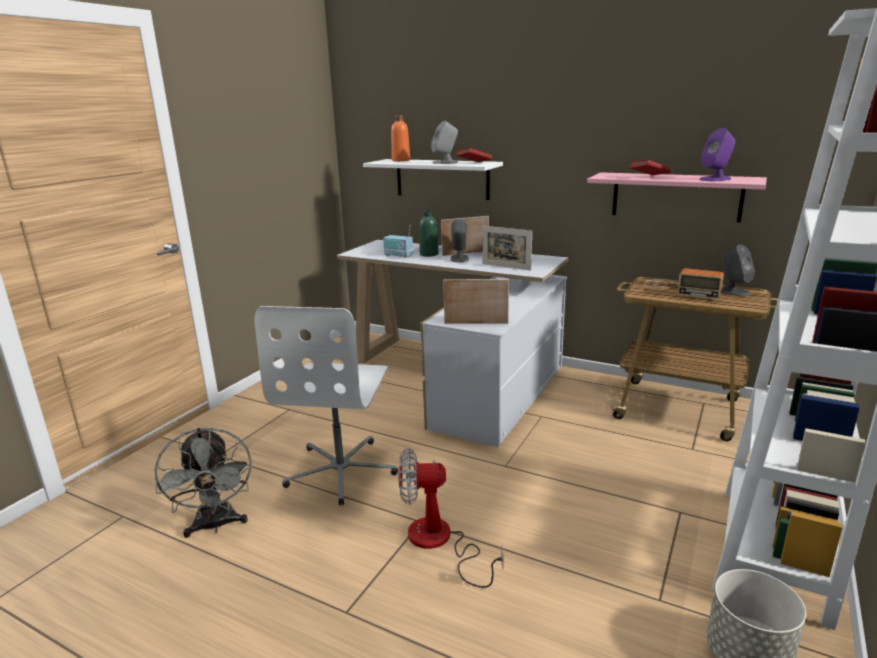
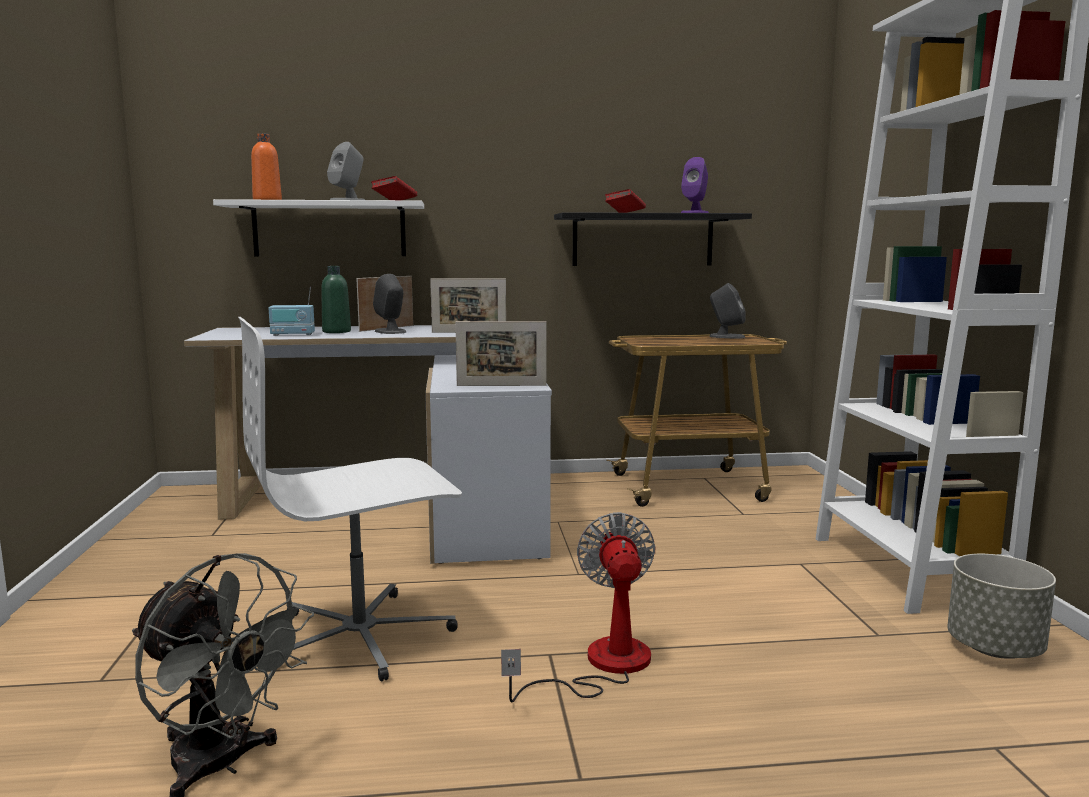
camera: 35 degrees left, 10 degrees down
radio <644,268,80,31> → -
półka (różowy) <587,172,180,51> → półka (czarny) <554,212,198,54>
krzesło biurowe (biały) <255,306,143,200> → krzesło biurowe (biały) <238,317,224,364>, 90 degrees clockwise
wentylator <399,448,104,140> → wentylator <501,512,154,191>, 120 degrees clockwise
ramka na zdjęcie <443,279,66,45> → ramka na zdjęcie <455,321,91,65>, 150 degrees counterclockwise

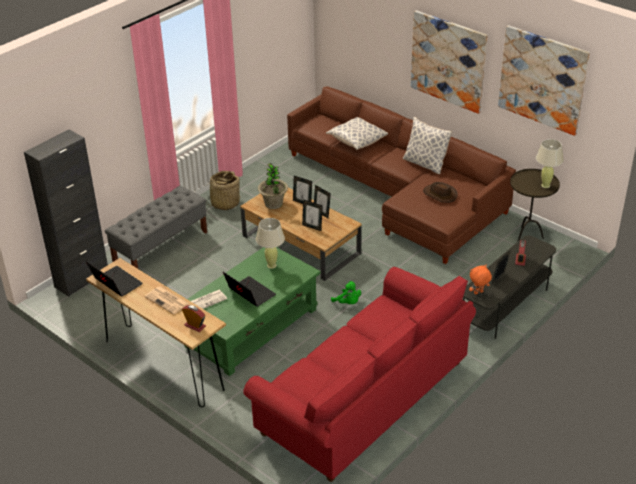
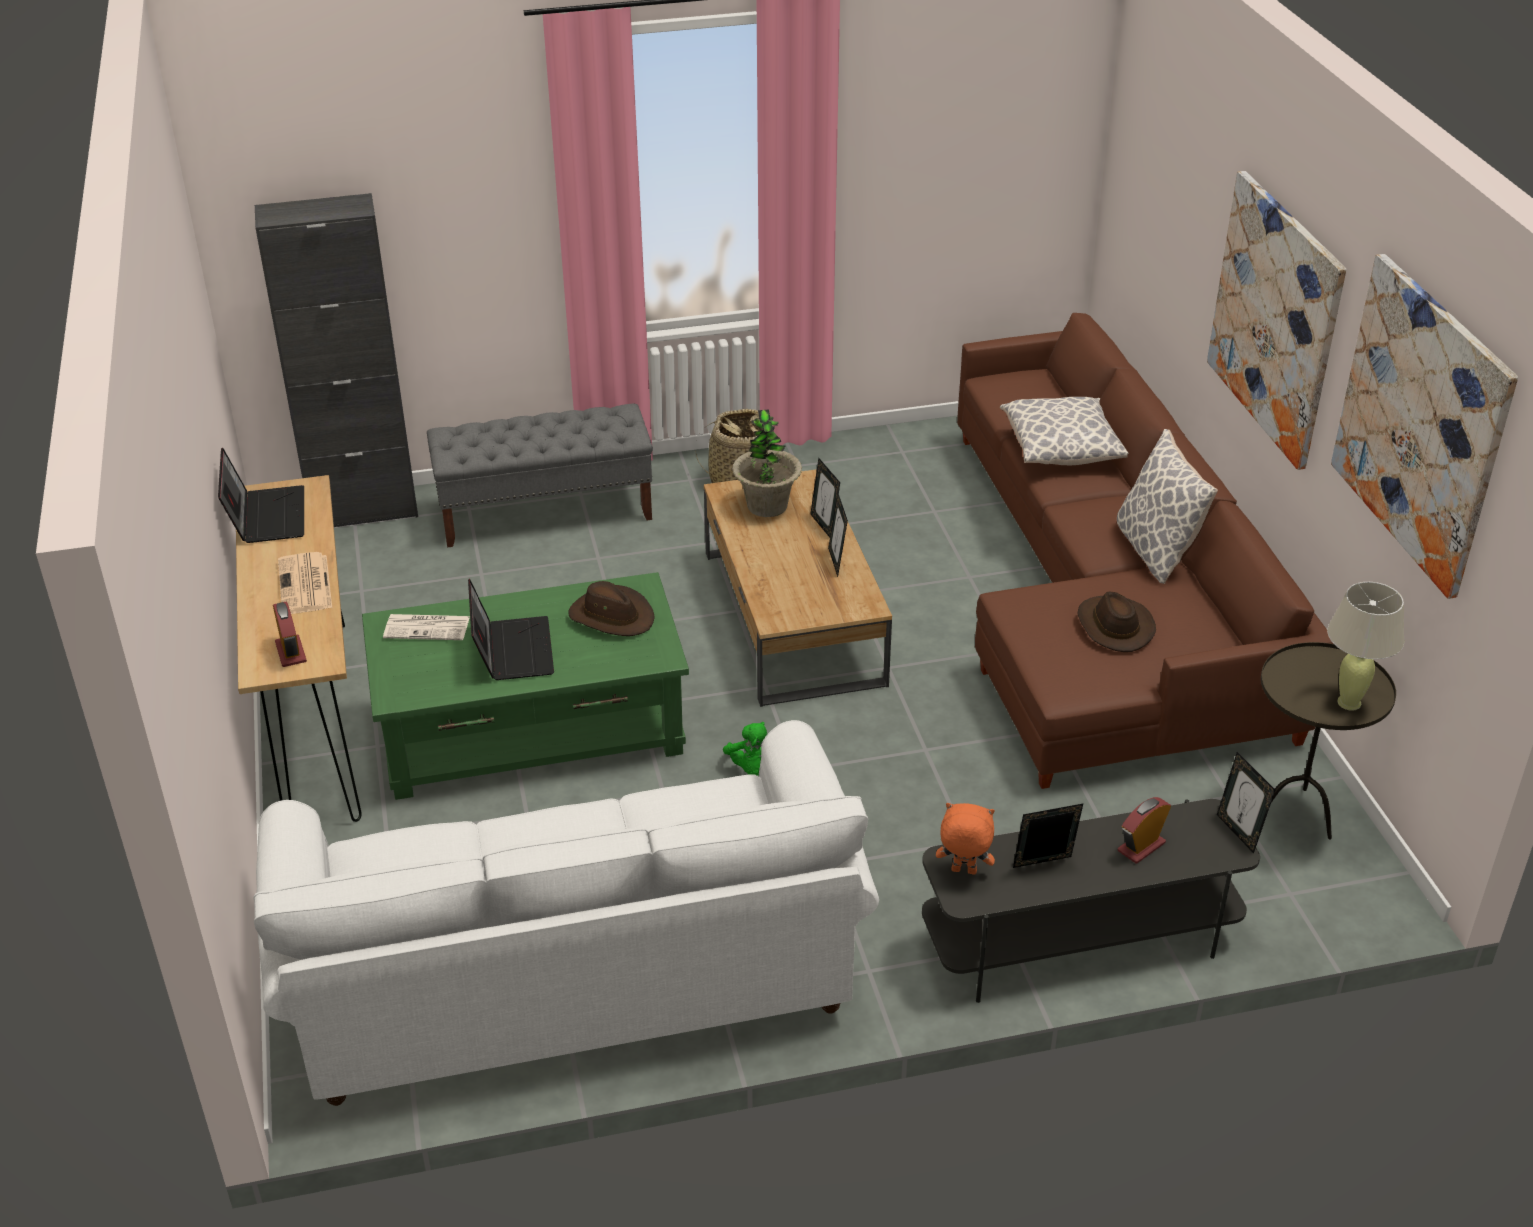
camera: 35 degrees right, 0 degrees up
ramka na zdjęcie <302,199,21,32> → ramka na zdjęcie <1217,752,58,101>, relocated
lampa stołowa (beżowy) <256,218,29,51> → kapelusz (brązowy) <568,581,87,55>
kanapa (czerwony) <243,267,233,215> → kanapa (biały) <253,720,626,386>

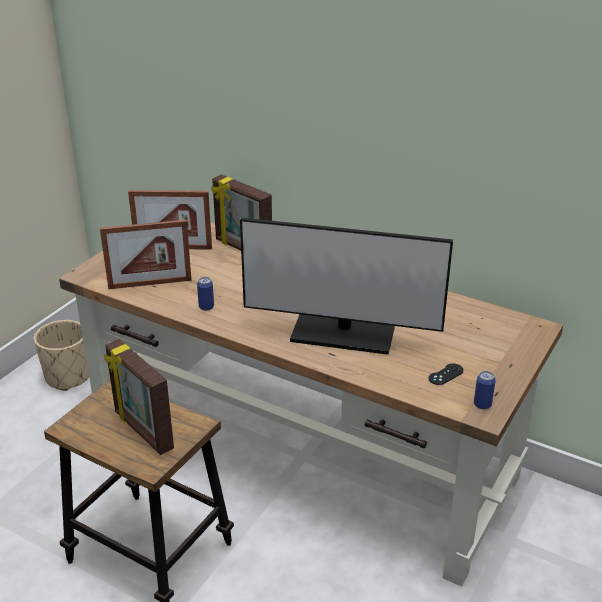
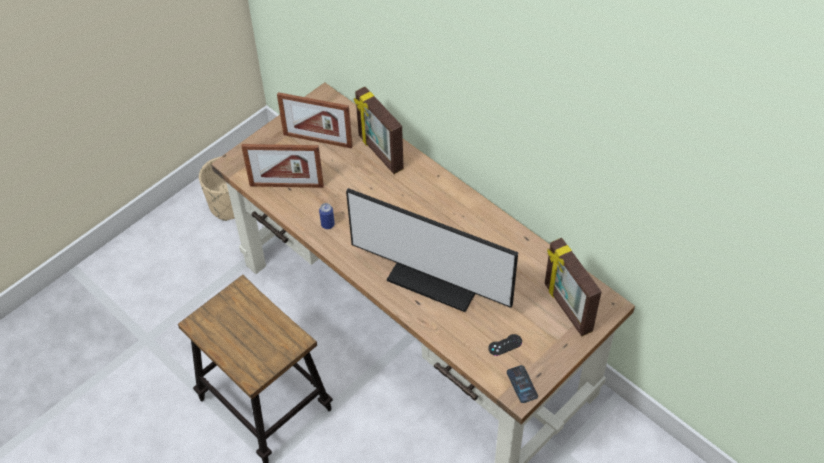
camera: 15 degrees right, 20 degrees up
ramka na zdjęcie <104,339,70,116> → ramka na zdjęcie <545,238,57,98>, relocated
puszka <474,371,22,39> → telefon <507,365,31,38>

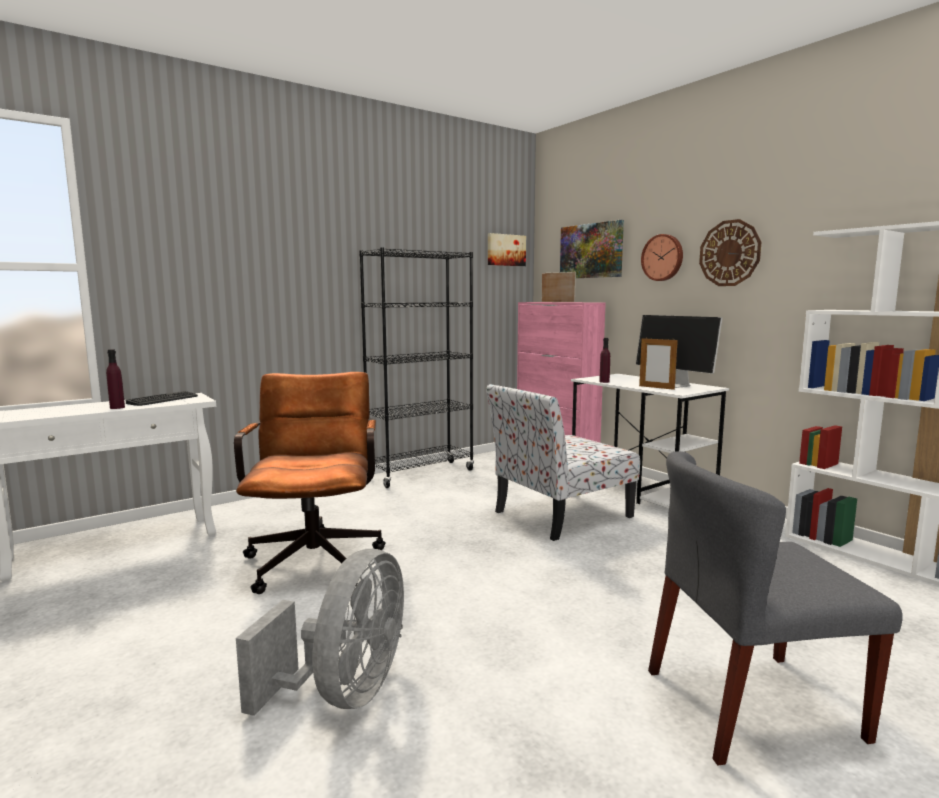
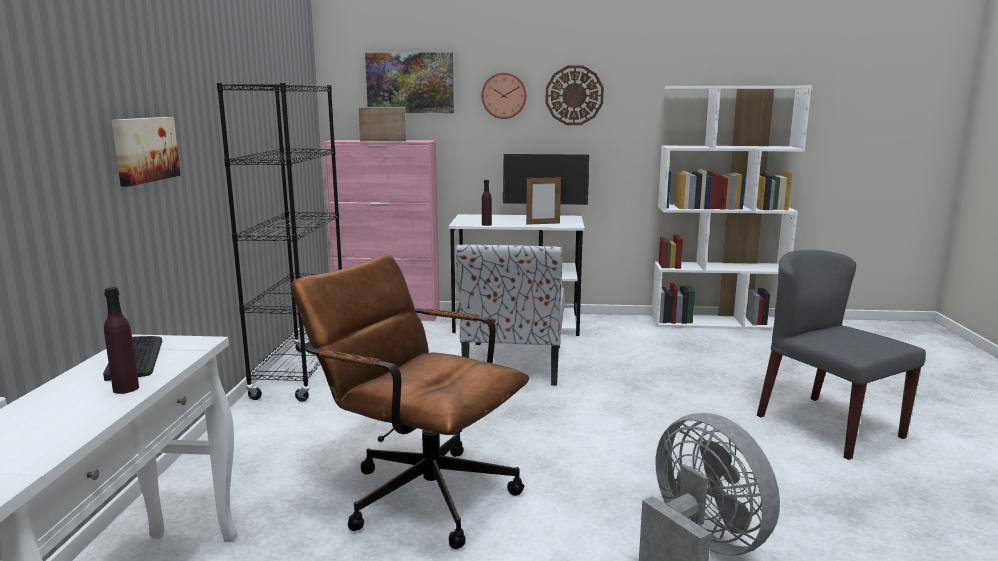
camera: 50 degrees left, 5 degrees up
obraz <488,233,38,33> → obraz <111,117,69,69>, relocated
krzesło (szary) <648,451,254,315> → krzesło (szary) <757,250,169,210>, 120 degrees clockwise

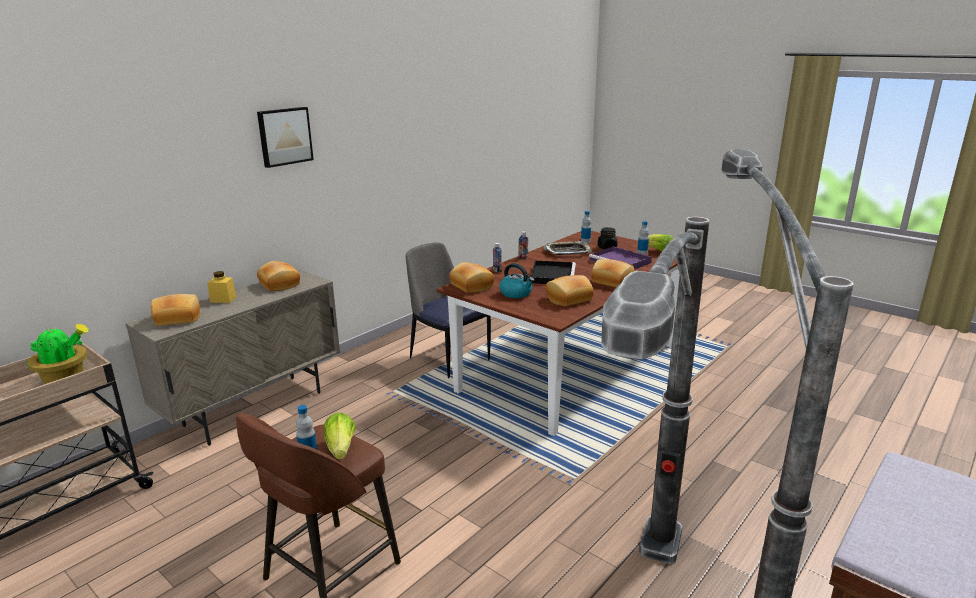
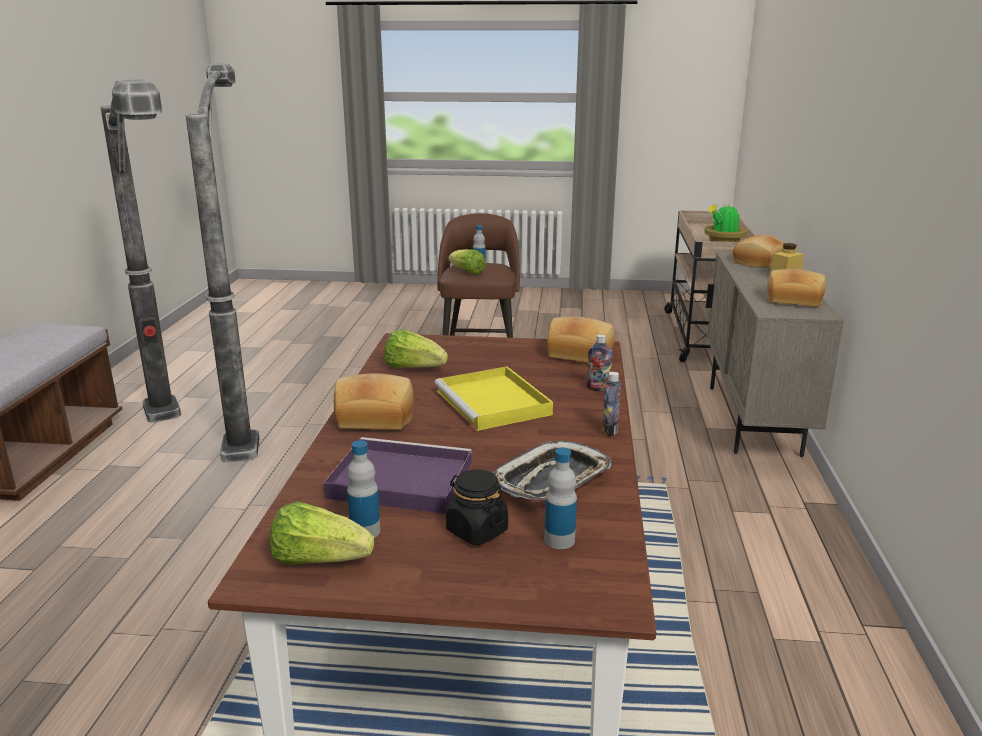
camera: 145 degrees right, 0 degrees up
obraz <257,107,57,61> → -
krzesło <406,243,85,135> → -
czajnik <499,263,35,35> → -
chleb <546,275,48,31> → sałata <384,329,64,39>
taca (czarny) <530,260,46,25> → taca (żółty) <434,366,119,65>

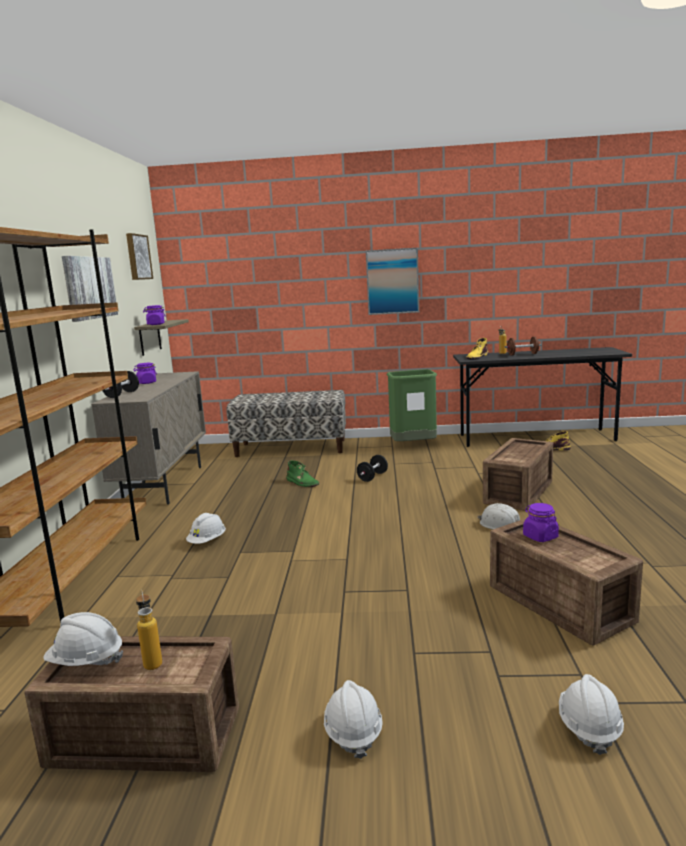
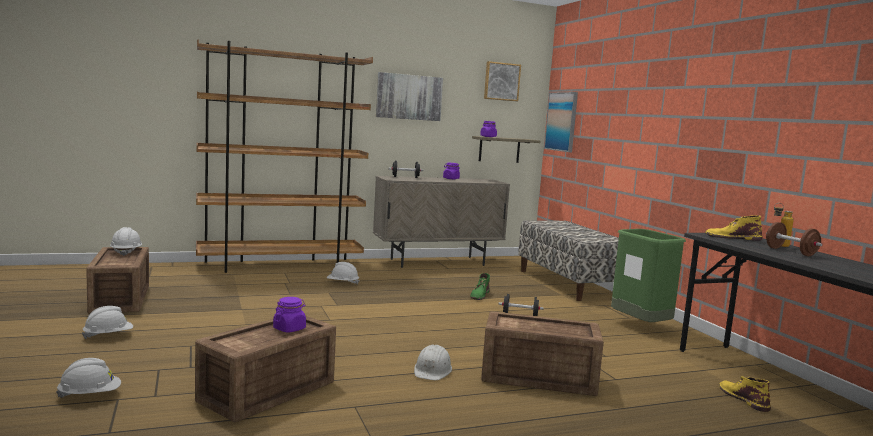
camera: 65 degrees right, 5 degrees down
butelka <136,590,26,80> → -
obraz <366,248,53,67> → obraz <544,92,34,60>, relocated

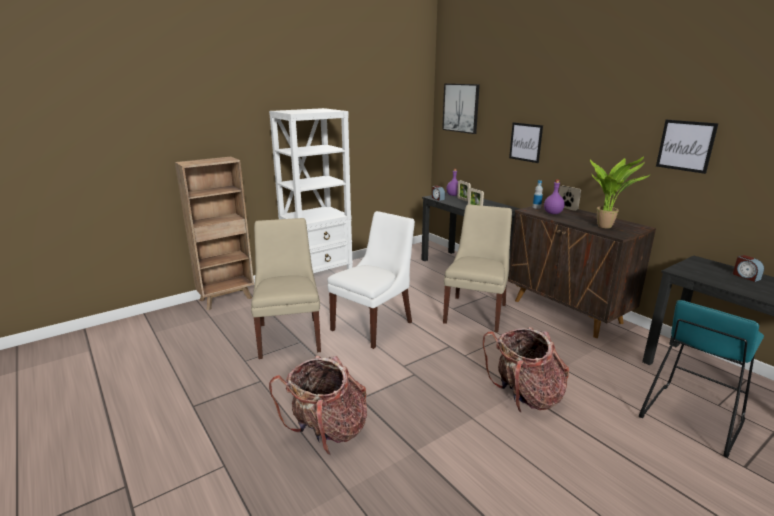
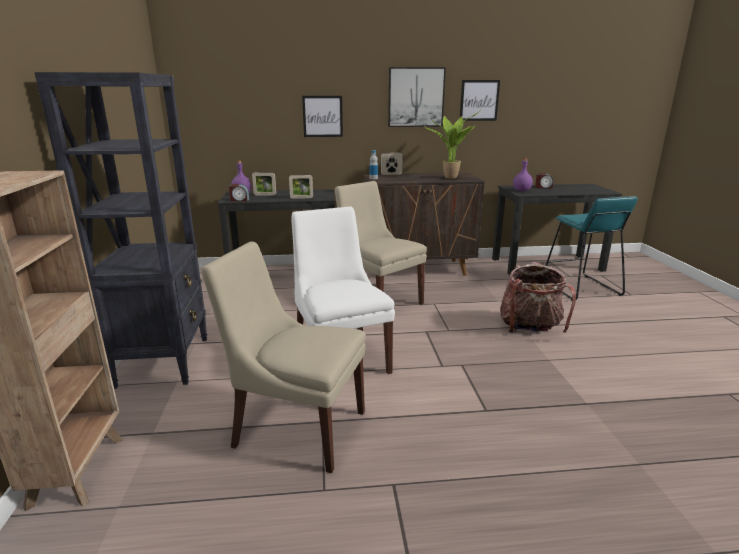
camera: 60 degrees left, 0 degrees up
plecak <269,356,98,100> → -
obraz <442,84,38,50> → obraz <388,67,58,60>, relocated
butelka (fioletowy) <544,180,21,34> → butelka (fioletowy) <513,158,20,33>, relocated
regał (biały) <269,108,84,165> → regał (czarny) <34,72,173,317>

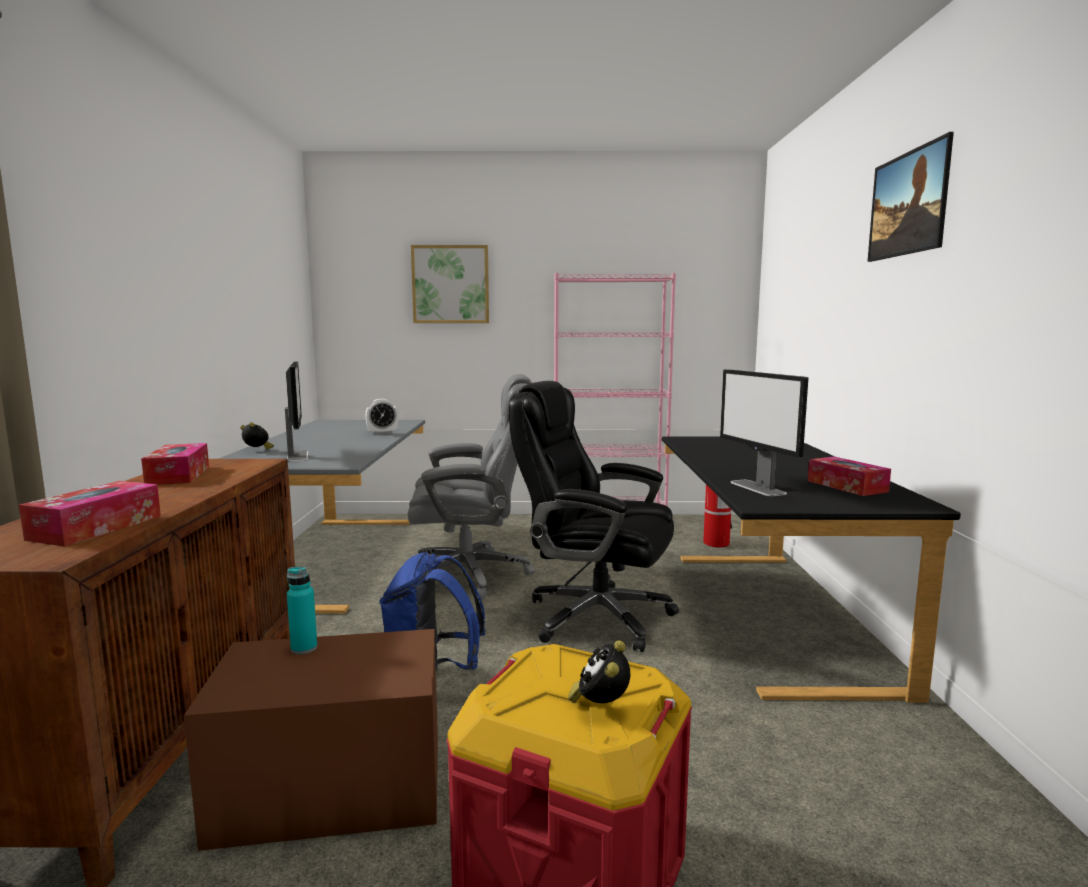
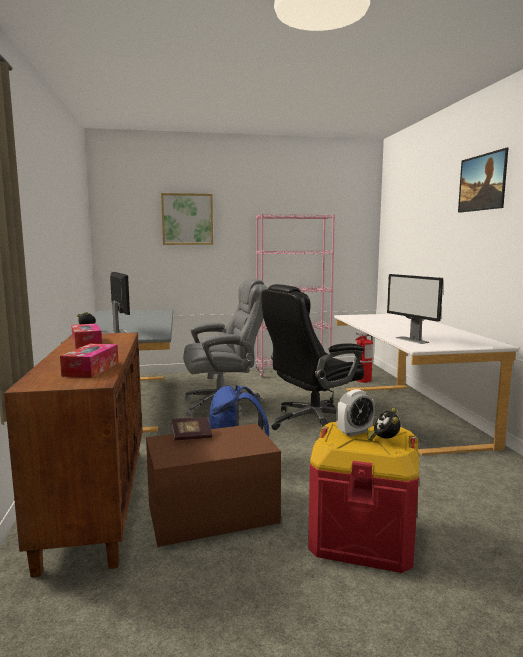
camera: 10 degrees left, 0 degrees up
pudełko chusteczek <808,457,83,39> → -
budzik <365,399,33,36> → budzik <336,389,39,47>, relocated
butelka (turkusowy) <287,567,30,87> → książka <170,417,42,24>
biurko (czarny) <662,437,299,266> → biurko (biały) <334,314,185,142>
krzesło biurowe (czarny) <509,381,170,271> → krzesło biurowe (czarny) <261,284,103,146>, 45 degrees counterclockwise

